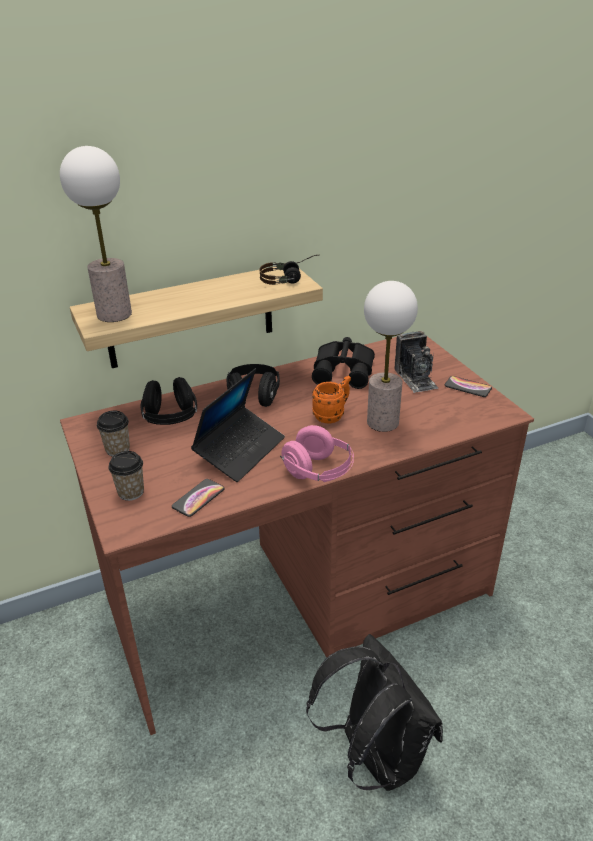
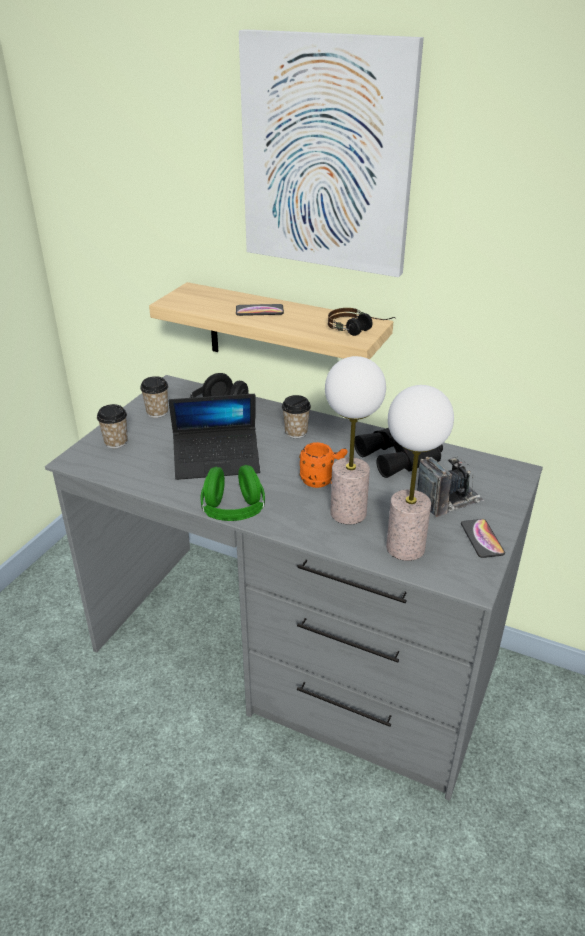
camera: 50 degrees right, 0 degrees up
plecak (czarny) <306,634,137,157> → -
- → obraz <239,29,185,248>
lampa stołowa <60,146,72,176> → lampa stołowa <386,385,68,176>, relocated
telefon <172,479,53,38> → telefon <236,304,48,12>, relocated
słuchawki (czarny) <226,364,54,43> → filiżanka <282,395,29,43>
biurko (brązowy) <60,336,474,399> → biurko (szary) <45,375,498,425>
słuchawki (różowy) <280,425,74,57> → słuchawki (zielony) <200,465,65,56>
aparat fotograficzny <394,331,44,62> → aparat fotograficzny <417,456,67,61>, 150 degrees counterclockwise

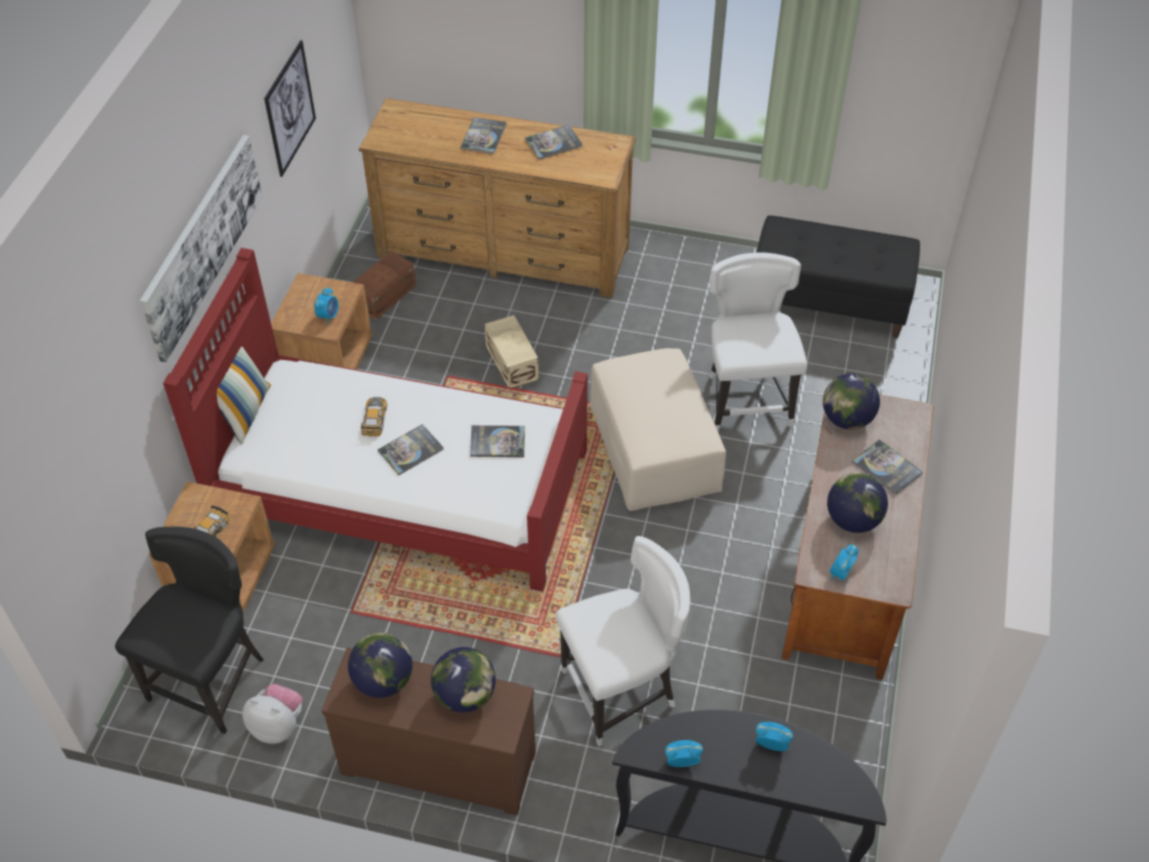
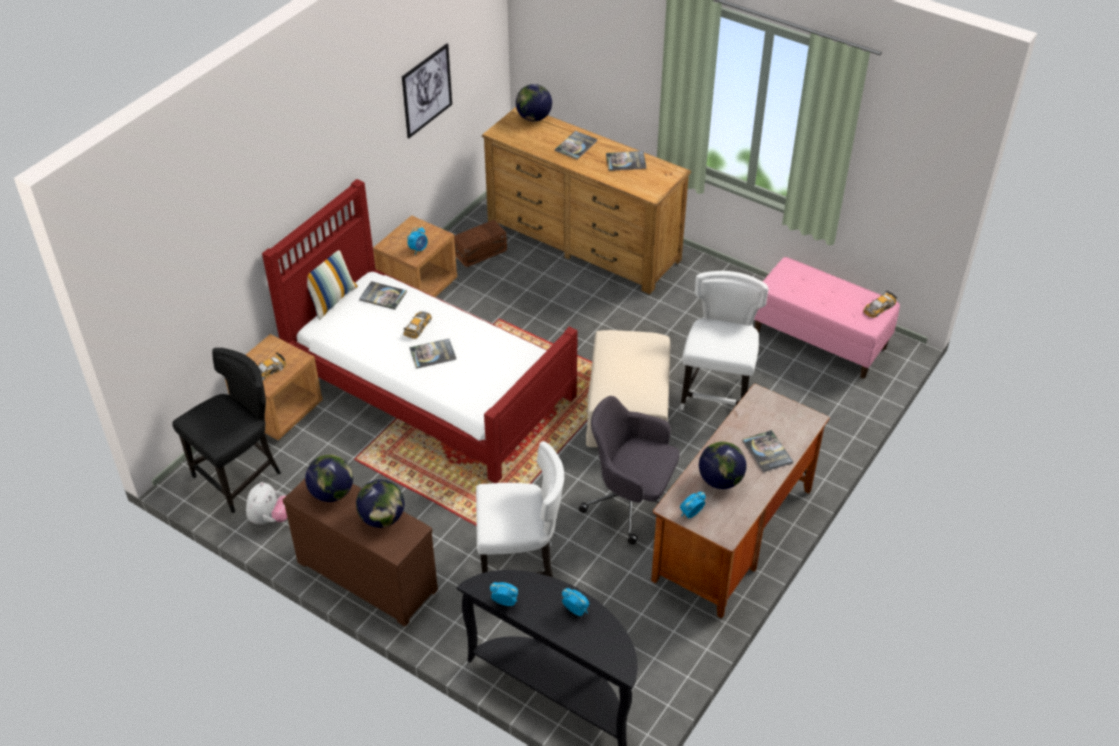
camera: 20 degrees right, 5 degrees down
obraz <140,135,123,228> → -
pojemnik do przechowywania (beżowy) <484,315,55,73> → -
- → krzesło biurowe (szary) <579,396,100,149>
- → samochodzik <863,291,34,27>
książka <470,425,55,32> → książka <359,281,48,29>, relocated
globus <823,373,57,57> → globus <516,84,36,37>, relocated
ławka (czarny) <756,216,164,122> → ławka (różowy) <754,257,146,122>
pluszak <242,684,61,60> → pluszak <246,482,41,42>, 60 degrees clockwise

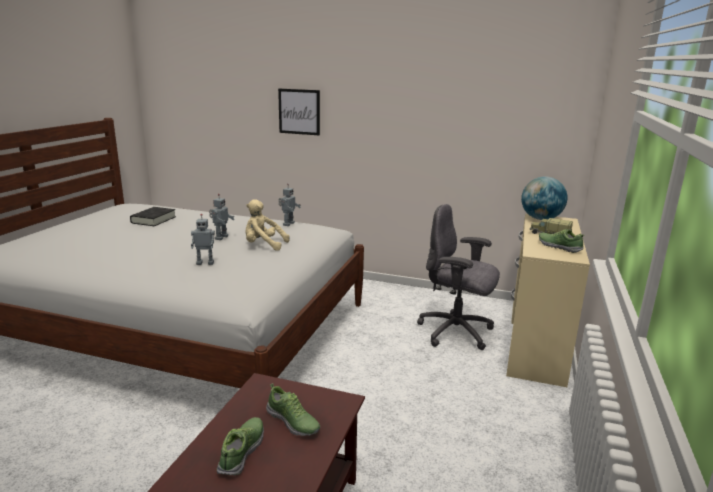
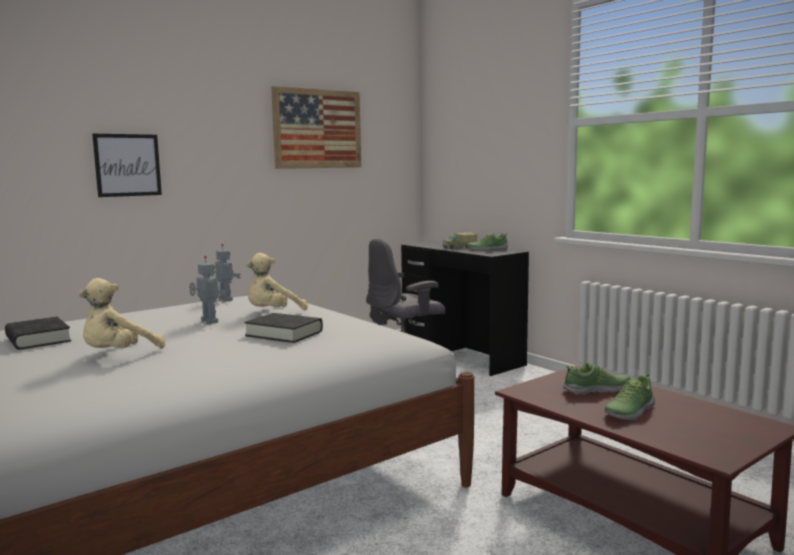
camera: 55 degrees left, 10 degrees down
globus <521,177,46,43> → -
- → pluszak (beżowy) <79,278,86,70>
- → obraz <271,86,90,83>
robot zabawkowy <191,214,24,51> → książka (czarny) <244,313,79,30>
biurko (beżowy) <506,214,84,173> → biurko (czarny) <401,241,128,135>
but <217,417,47,59> → but <604,374,51,46>, 90 degrees counterclockwise

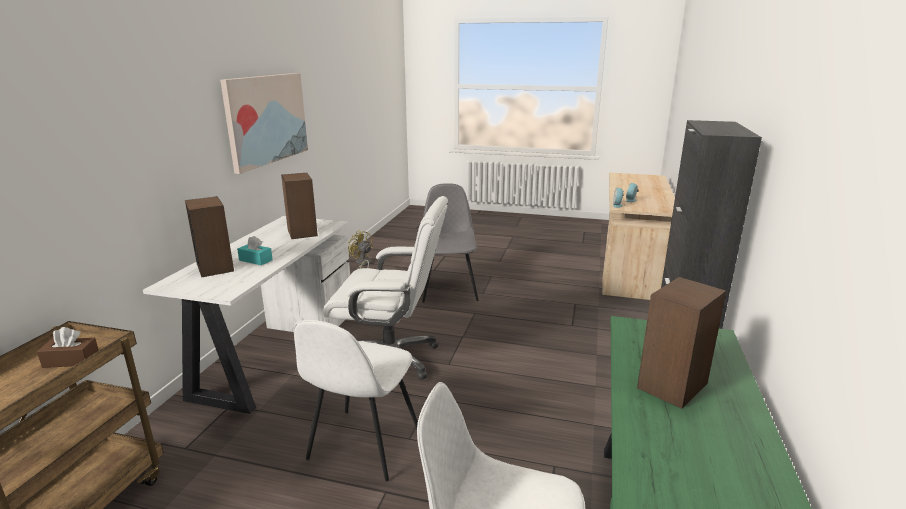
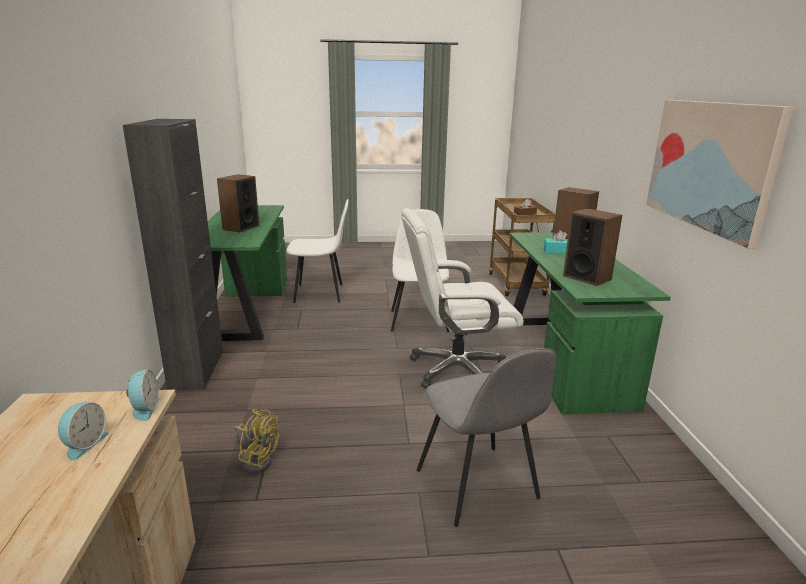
camera: 160 degrees right, 0 degrees up
wentylator (żółty) <348,230,25,39> → wentylator (żółty) <234,409,45,65>, relocated
biurko (biały) <143,216,207,198> → biurko (zielony) <509,232,162,182>

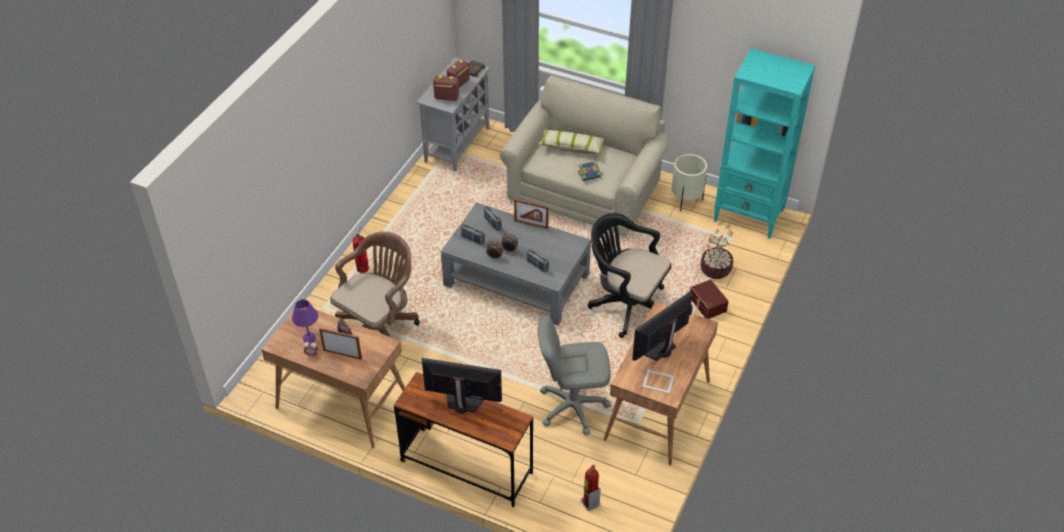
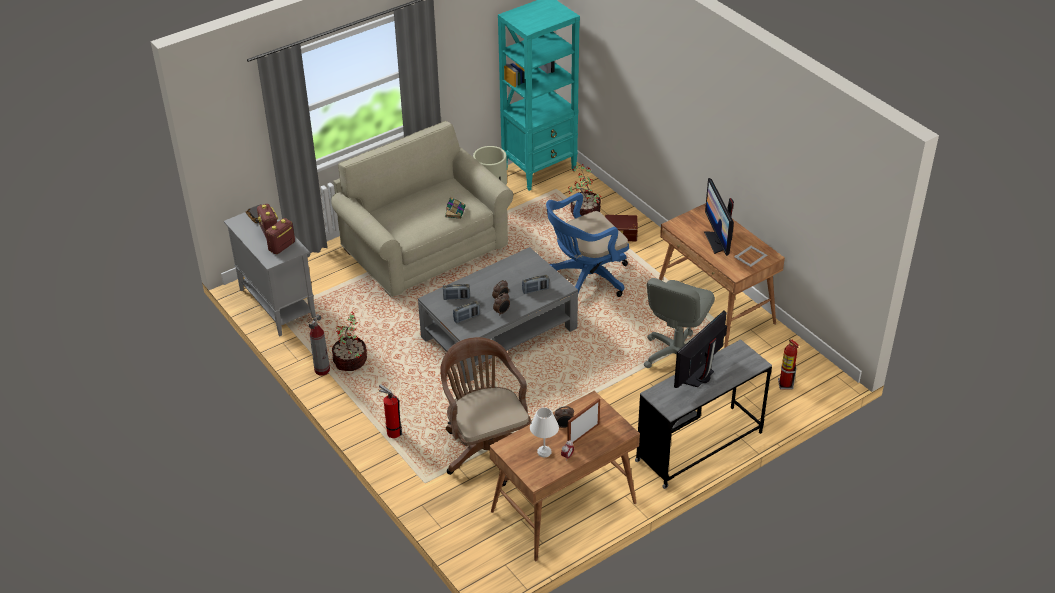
camera: 60 degrees left, 5 degrees down
ramka na zdjęcie <514,199,35,30> → -
poduszka <538,129,67,25> → -
- → gaśnica <308,314,22,61>
- → roślina doniczkowa <332,312,35,59>
lampa stołowa (fioletowy) <292,299,26,44> → lampa stołowa (biały) <530,407,29,50>
biurko (brązowy) <394,372,139,135> → biurko (szary) <635,339,137,150>
krzesło biurowe (czarny) <588,213,83,125> → krzesło biurowe (niebieski) <546,193,83,104>

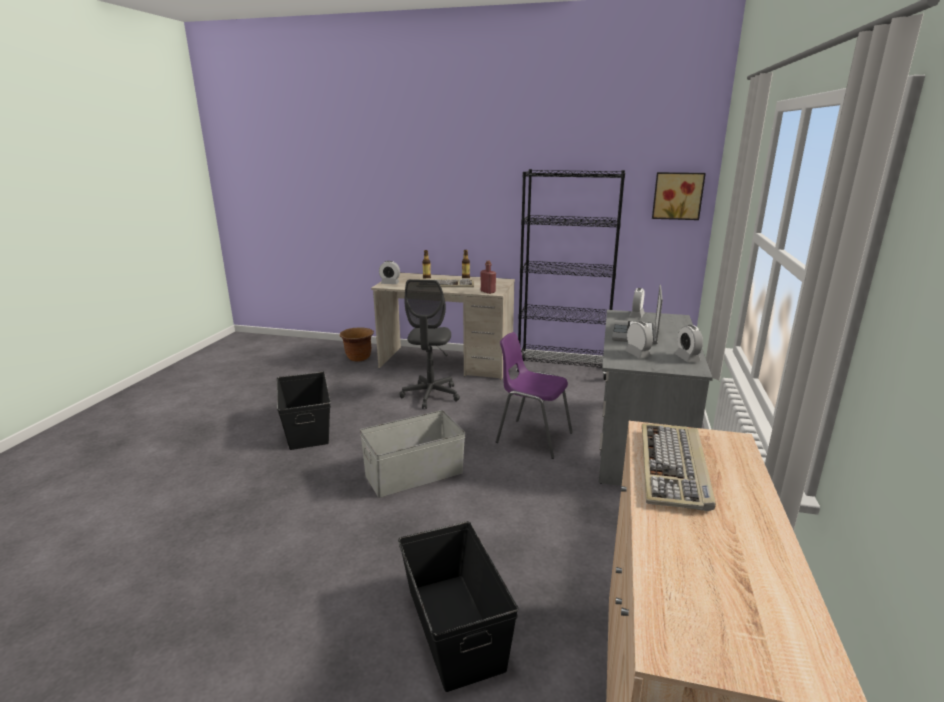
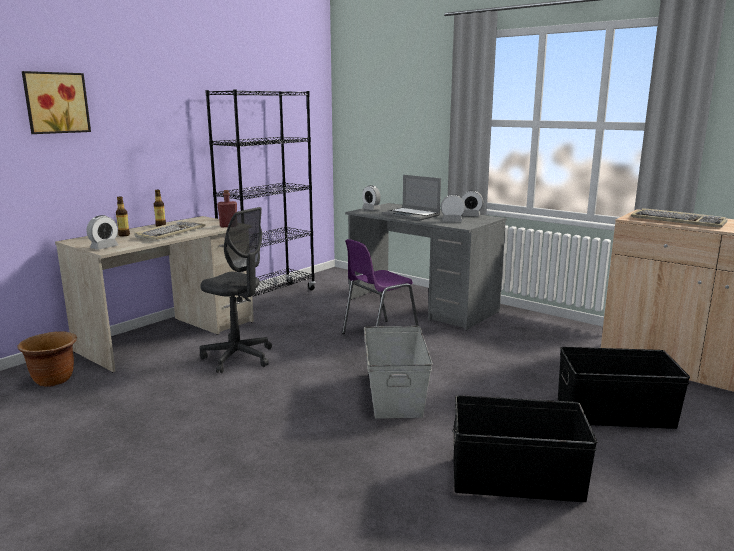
camera: 65 degrees left, 5 degrees down
pojemnik do przechowywania (czarny) <277,372,54,78> → pojemnik do przechowywania (czarny) <453,395,144,107>, relocated
obraz <652,172,54,48> → obraz <22,71,69,63>, relocated

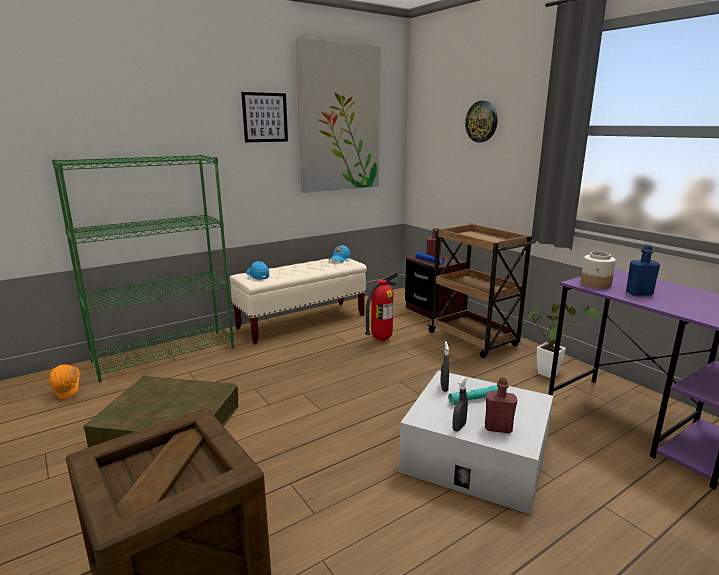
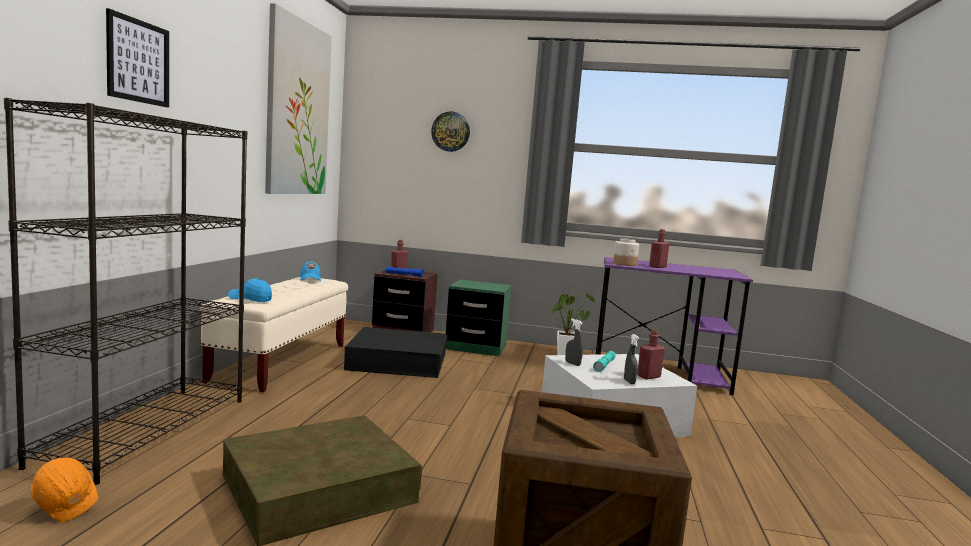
camera: 45 degrees left, 10 degrees down
obraz <241,92,47,50> → obraz <106,8,63,100>, relocated
gaśnica <365,272,33,69> → pojemnik do przechowywania (czarny) <344,327,103,51>
wózek (brązowy) <428,223,108,135> → szafka nocna (zielony) <446,279,66,77>
regał (zielony) <52,155,182,227> → regał (czarny) <4,98,243,387>
butelka (niebieski) <626,245,34,51> → butelka (czerwony) <649,229,21,39>

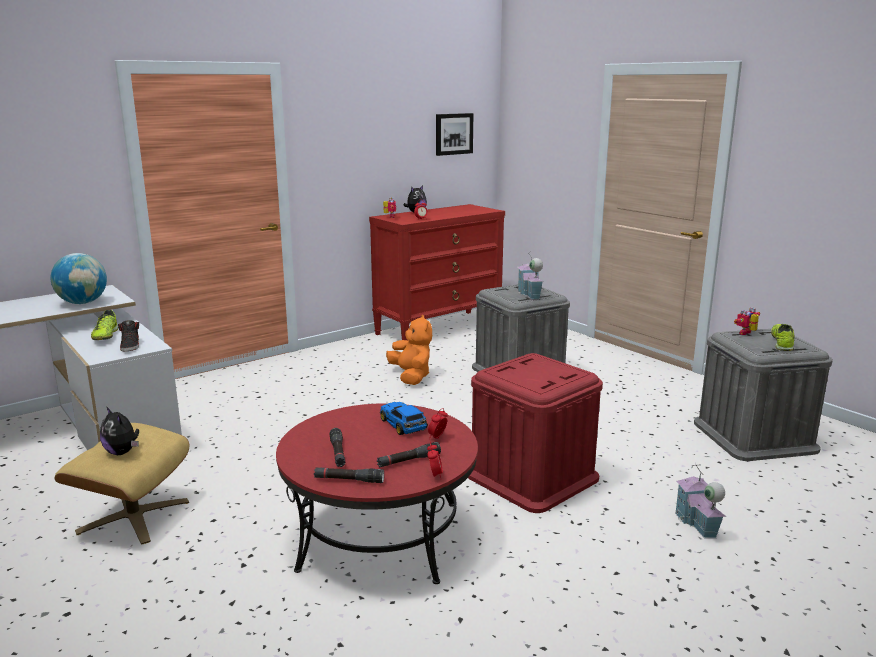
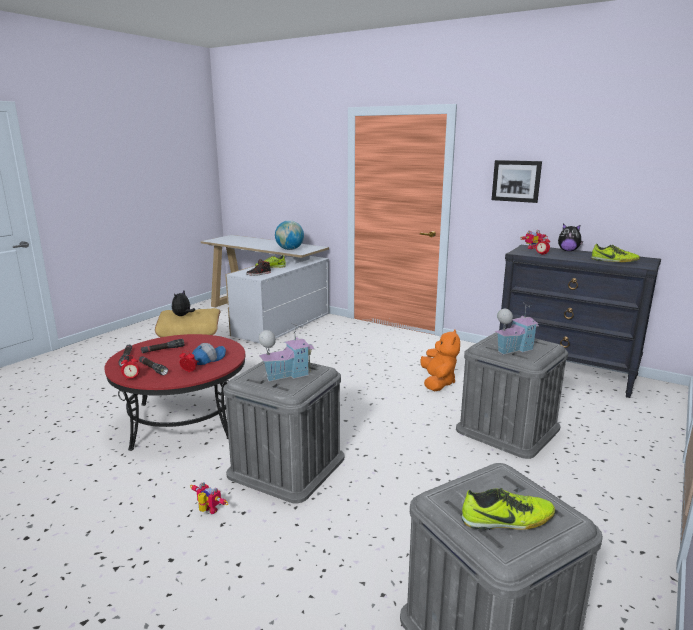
camera: 70 degrees right, 0 degrees up
- → but <591,244,49,18>
obraz <436,113,37,43> → obraz <492,160,50,43>, relocated
domek <675,464,52,74> → domek <259,323,56,59>, relocated
robot zabawkowy <734,307,26,28> → robot zabawkowy <190,482,38,32>, relocated
samochodzik <380,402,48,33> → czapka z daszkiem <192,343,34,22>
komoda (czerwony) <369,204,136,136> → komoda (czarny) <499,245,162,153>
pojemnik do przechowywania (czerwony) <468,353,135,160> → pojemnik do przechowywania (szary) <223,361,121,142>
pluszak (pomarańczowy) <386,315,46,70> → pluszak (pomarańczowy) <420,329,40,62>, 45 degrees counterclockwise

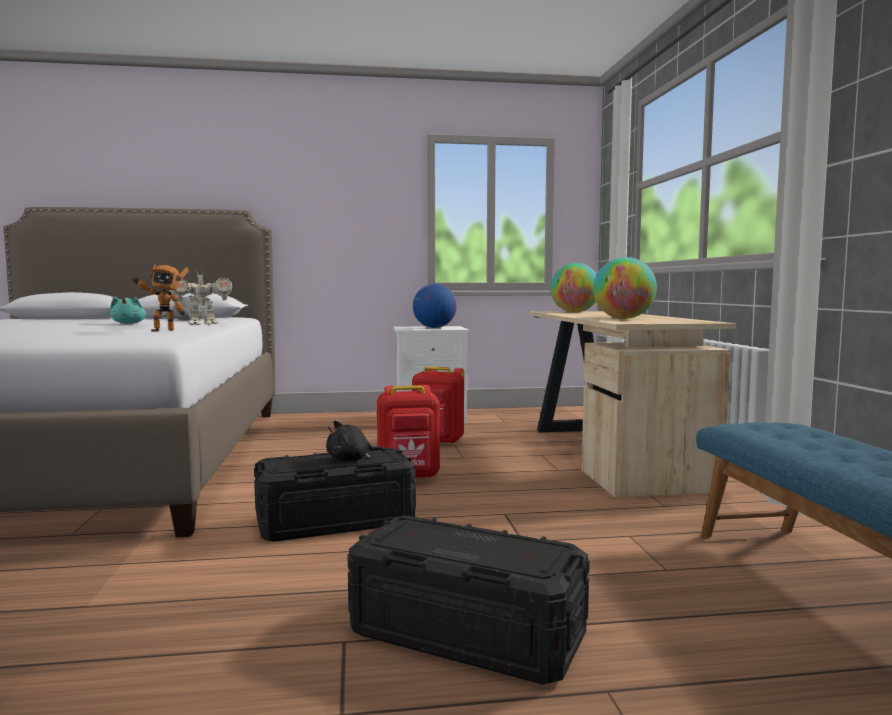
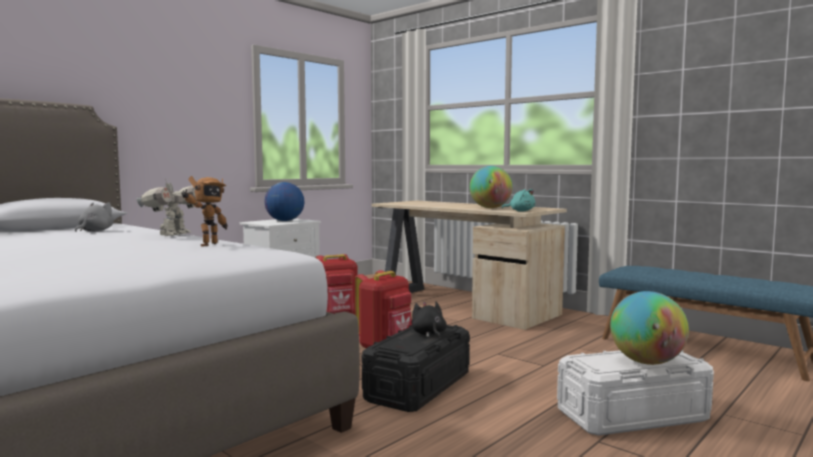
camera: 40 degrees left, 0 degrees up
pluszak (turkusowy) <111,296,35,28> → pluszak (turkusowy) <502,189,33,22>, relocated
globus <550,263,47,49> → globus <610,291,79,74>, relocated
pojemnik do przechowywania (czarny) <348,516,242,168> → pojemnik do przechowywania (biały) <557,350,157,86>
pluszak (czarny) <326,421,59,40> → pluszak (czarny) <412,301,35,39>, 135 degrees clockwise

